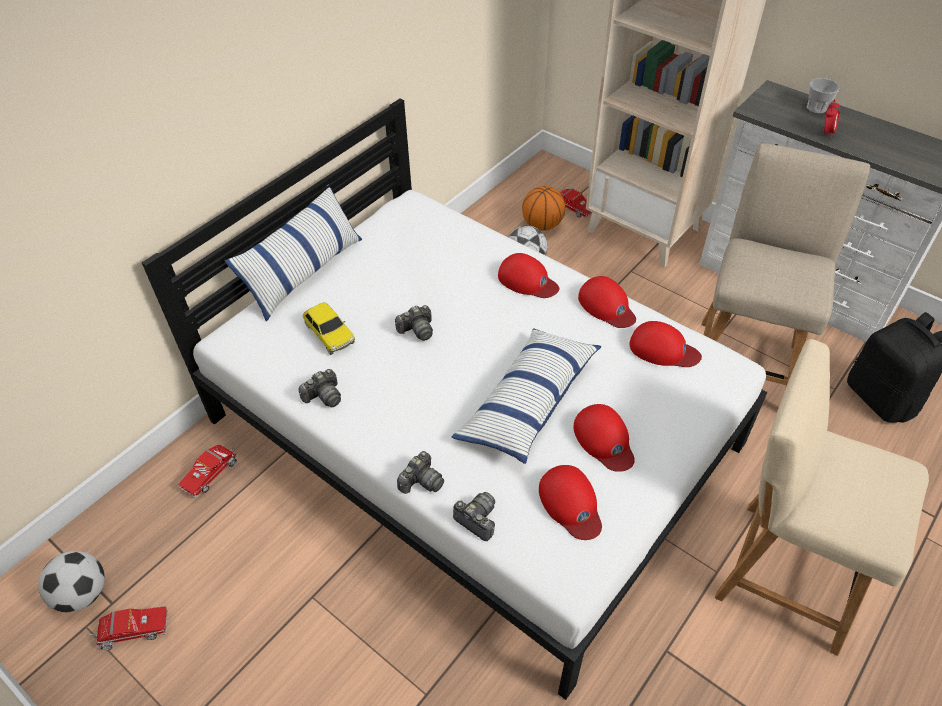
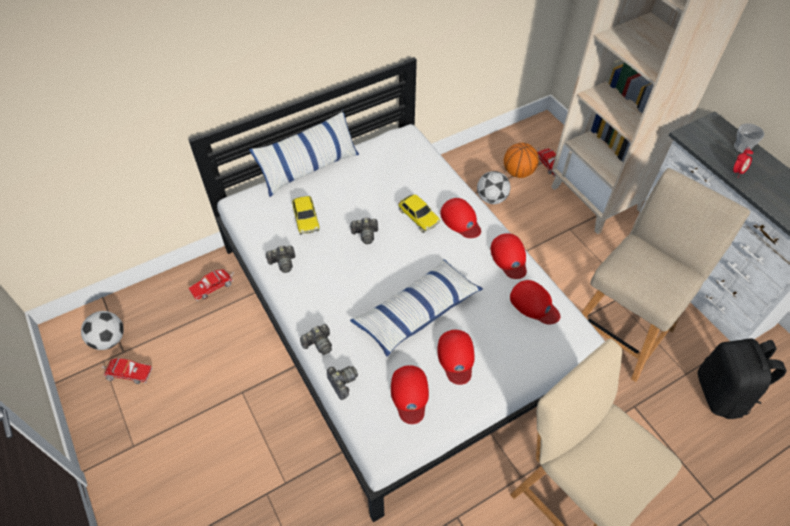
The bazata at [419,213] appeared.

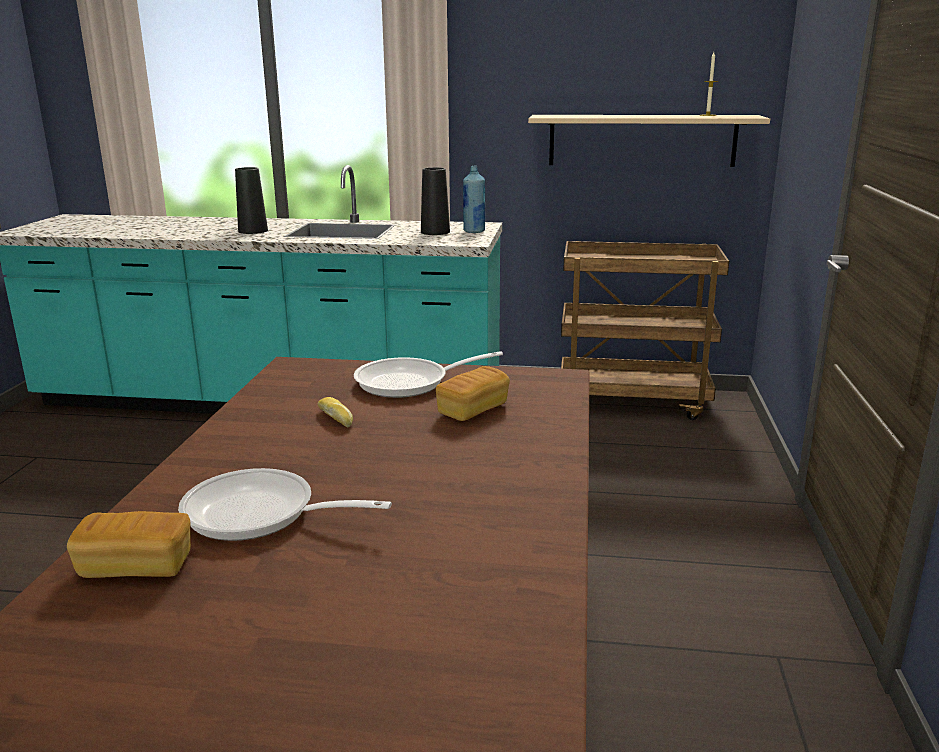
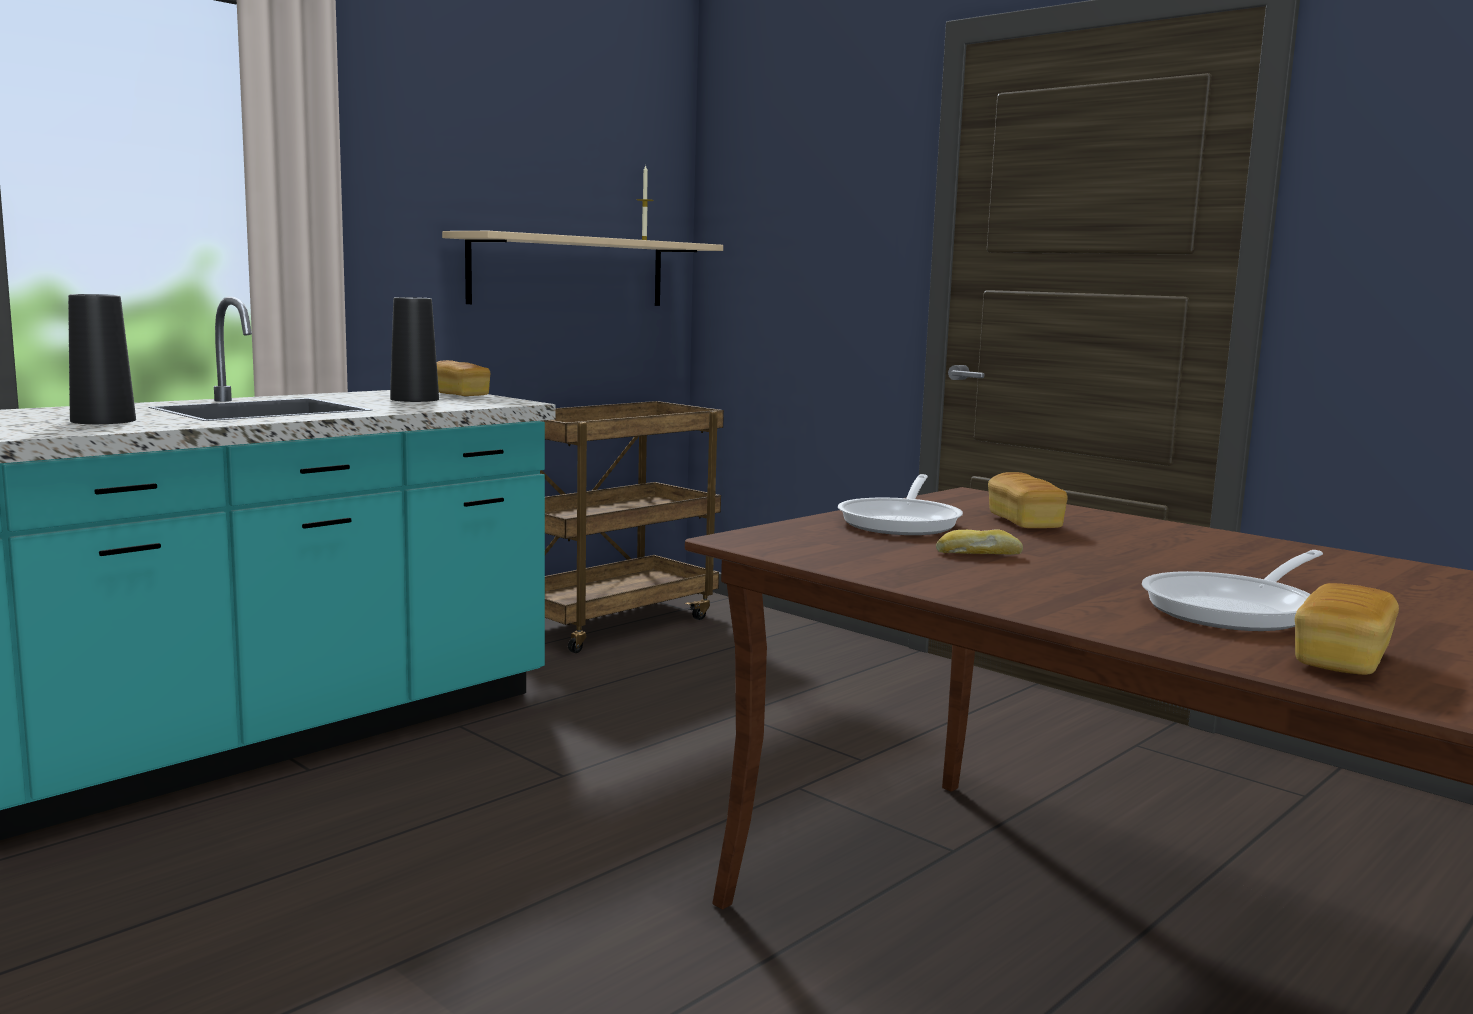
The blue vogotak at [474,199] was replaced by the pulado at [463,378].

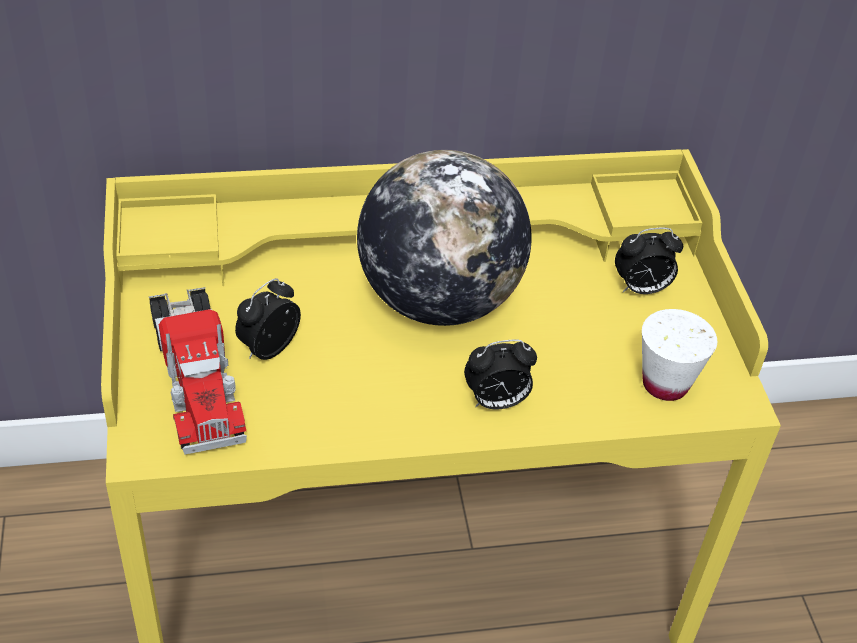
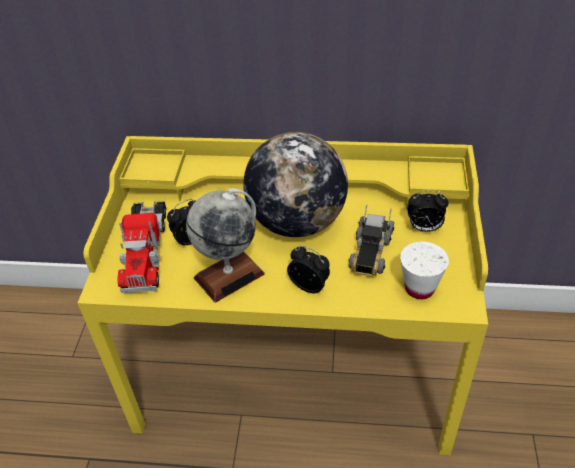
The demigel at [225,245] appeared.
The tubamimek at [500,375] turned 150 degrees counterclockwise.
The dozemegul at [371,240] appeared.

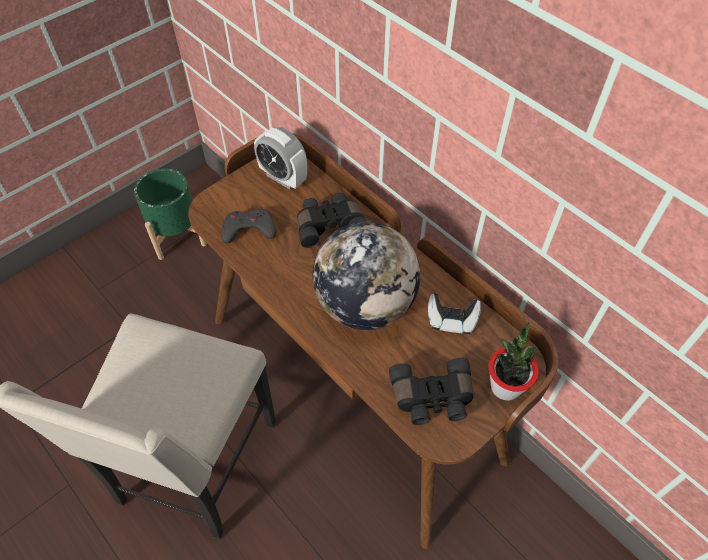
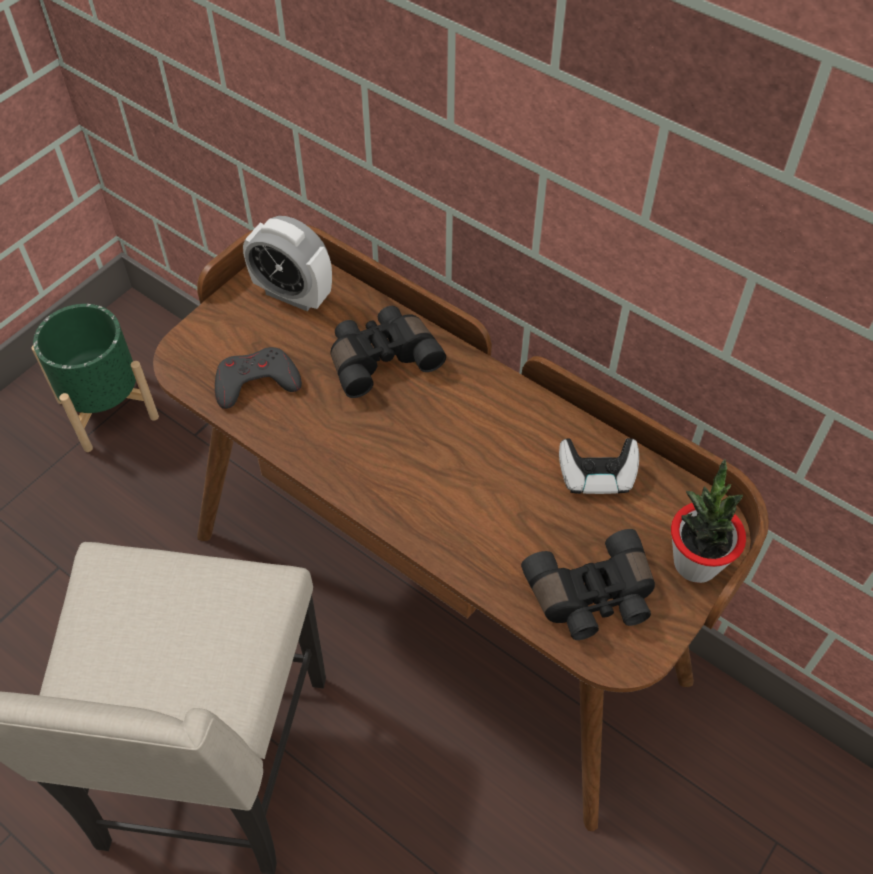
The demigel at [366,275] disappeared.

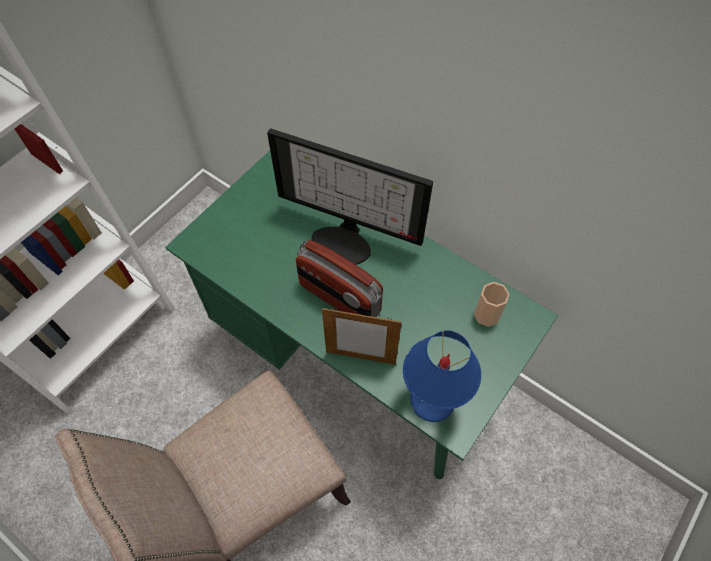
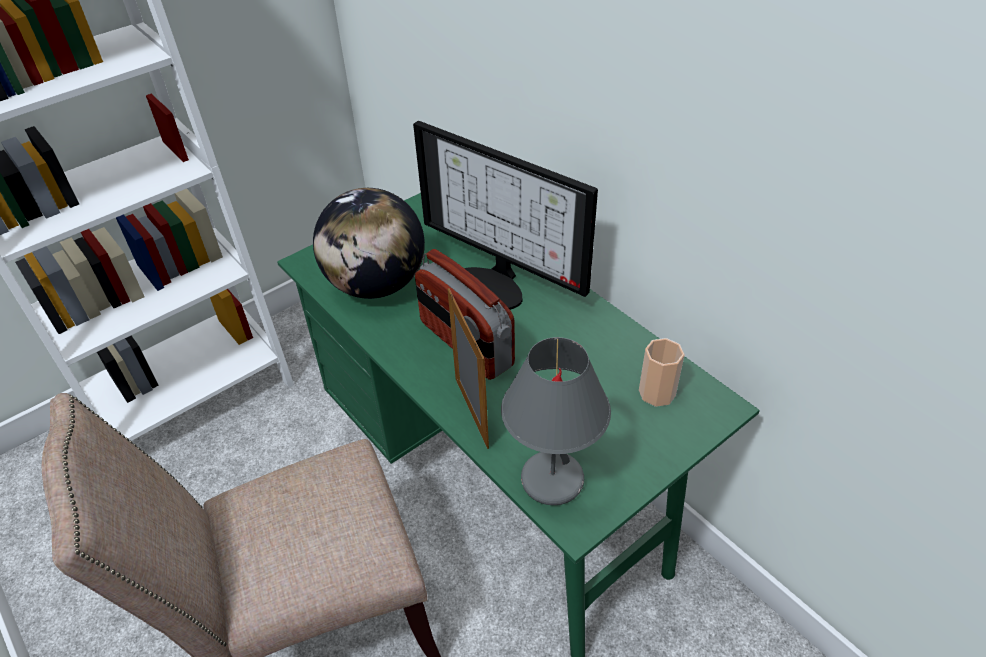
The demigel at [369,243] appeared.
The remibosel at [362,336] turned 135 degrees counterclockwise.
The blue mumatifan at [442,376] became the grey mumatifan at [556,421].

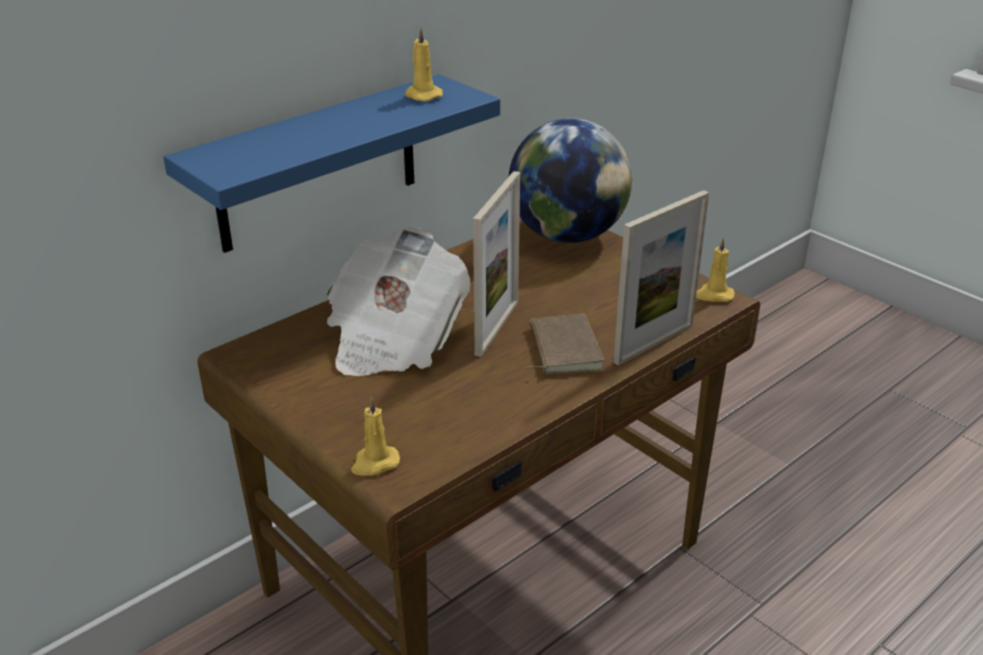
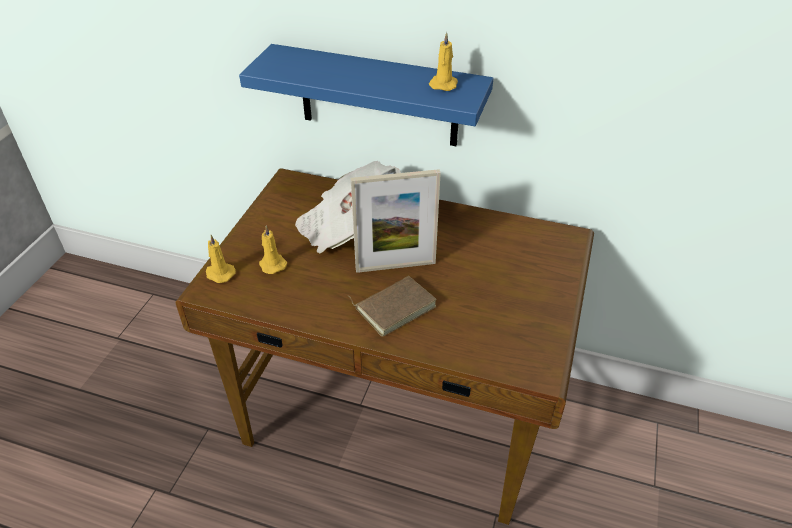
The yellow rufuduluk moved from [715,270] to [273,250].
The demigel at [570,180] disappeared.
The remibosel at [661,278] disappeared.

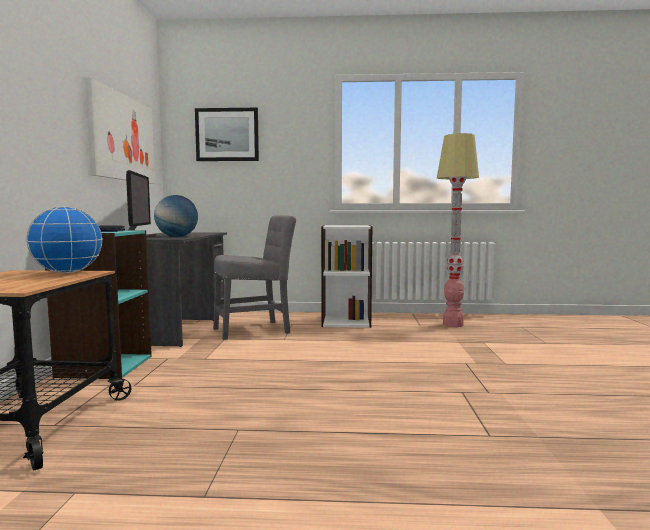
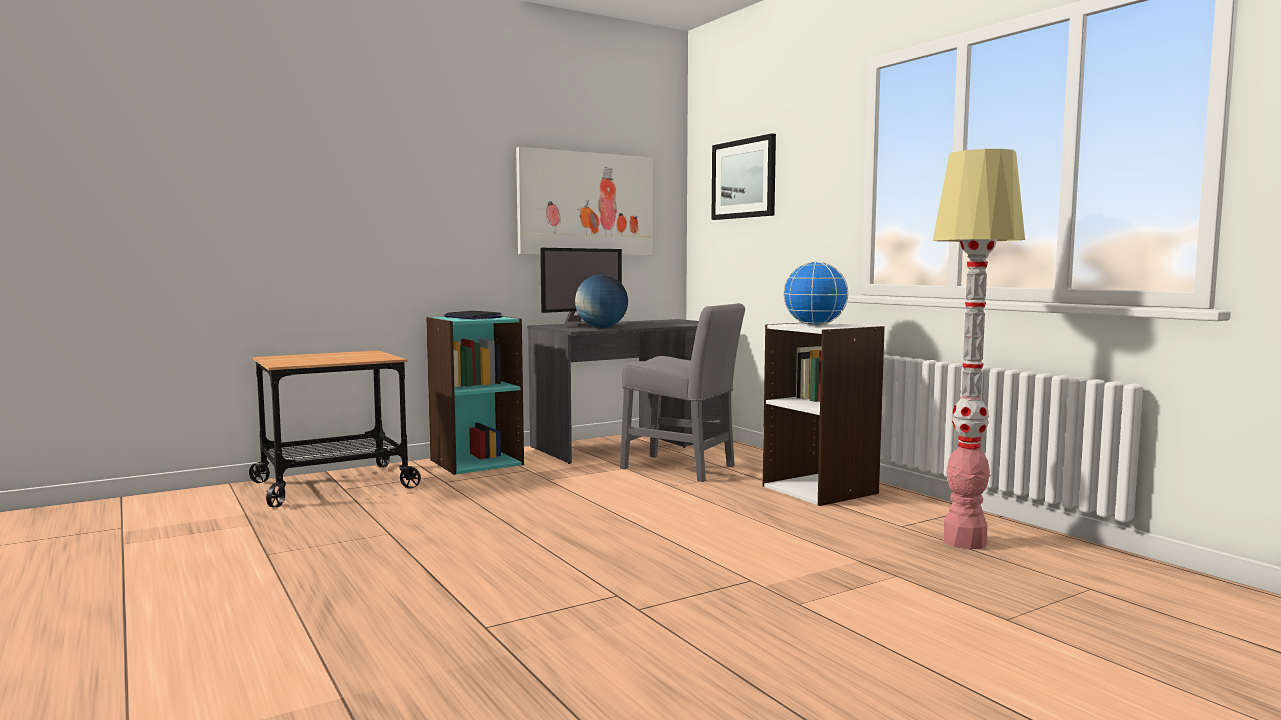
The demigel moved from [64,239] to [815,294].

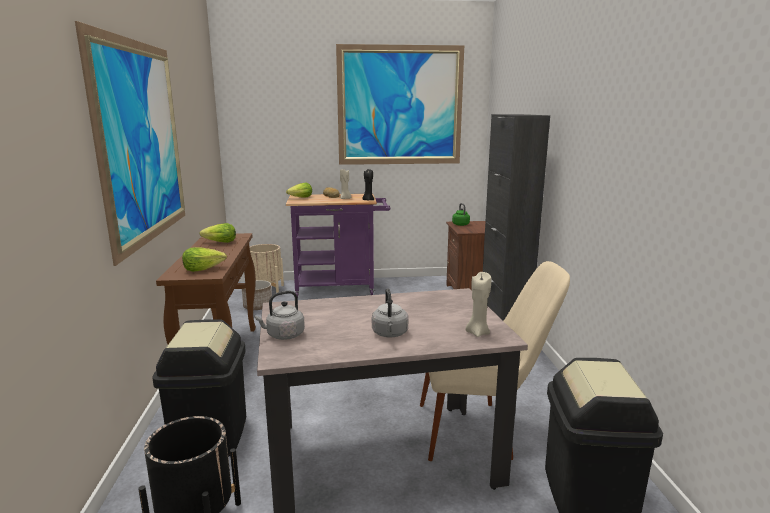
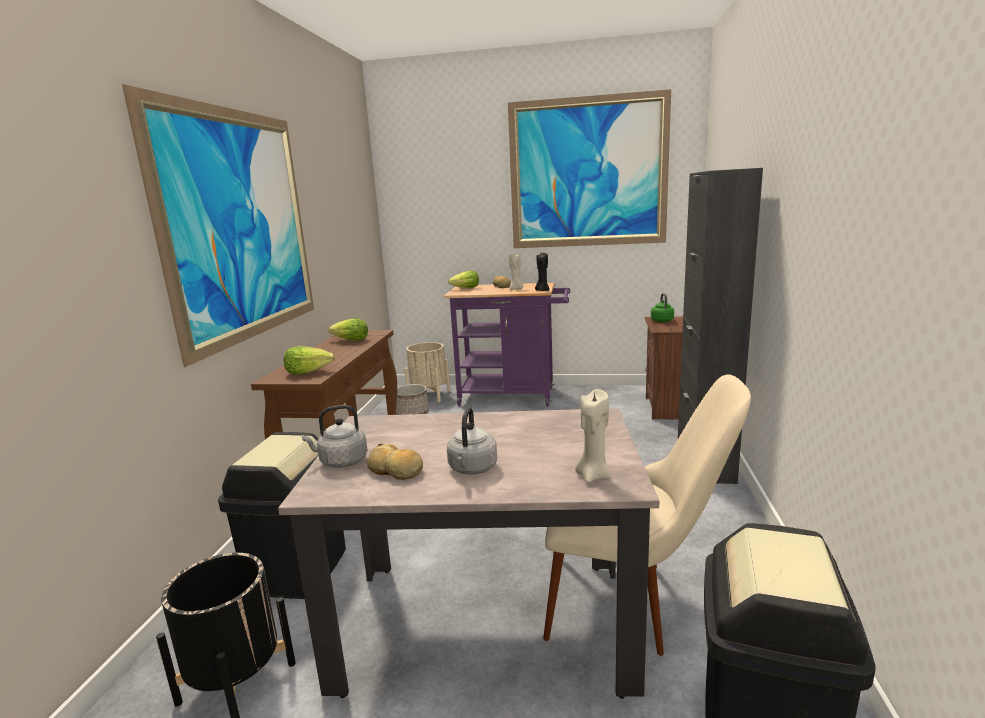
The pulado at [395,461] appeared.

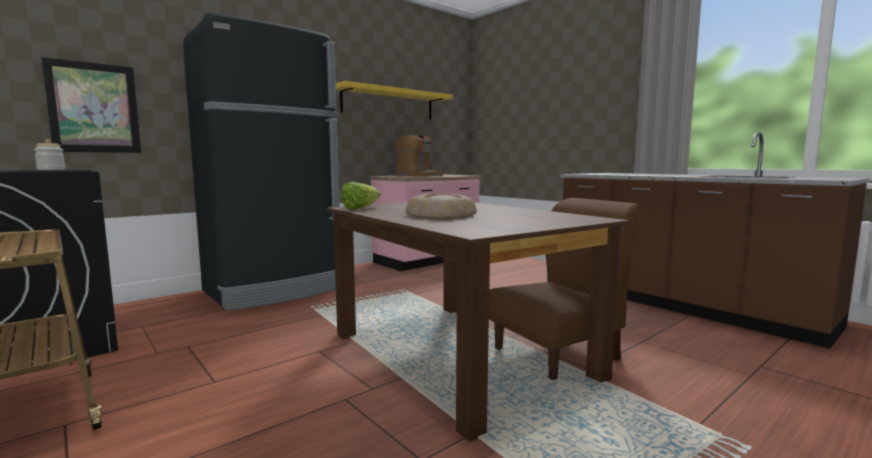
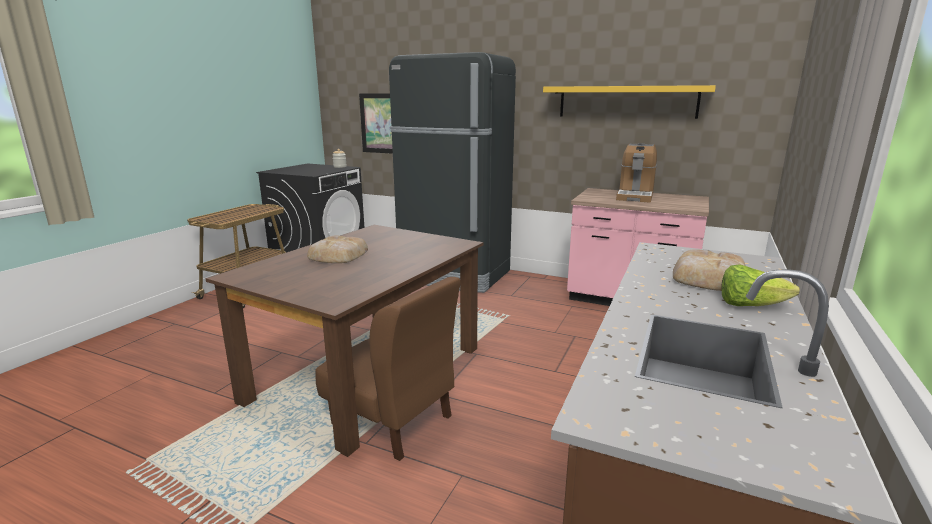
The pulado at [709,270] appeared.
The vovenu moved from [361,195] to [760,285].

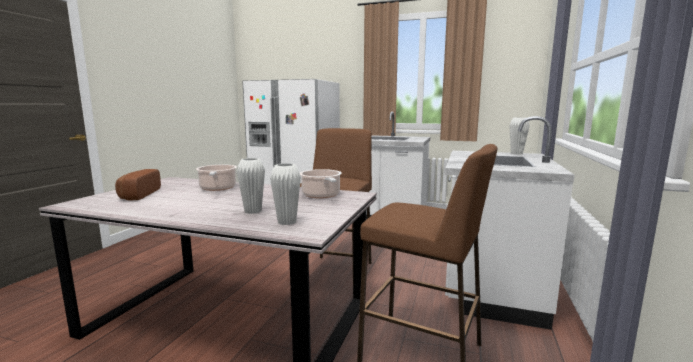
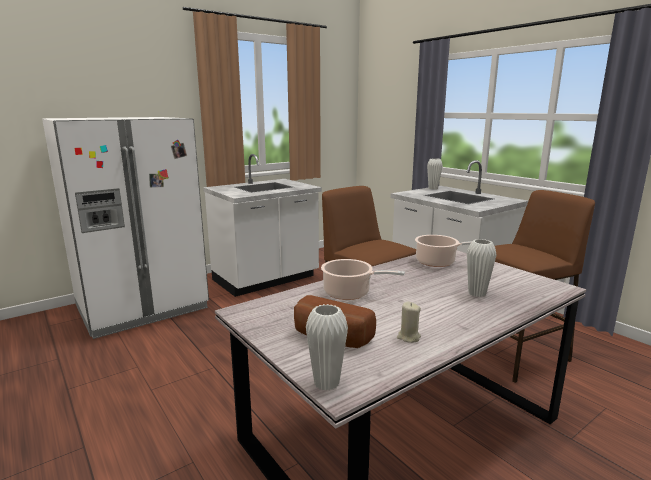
The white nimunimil moved from [285,194] to [327,347].
The beige rufuduluk at [409,322] appeared.

